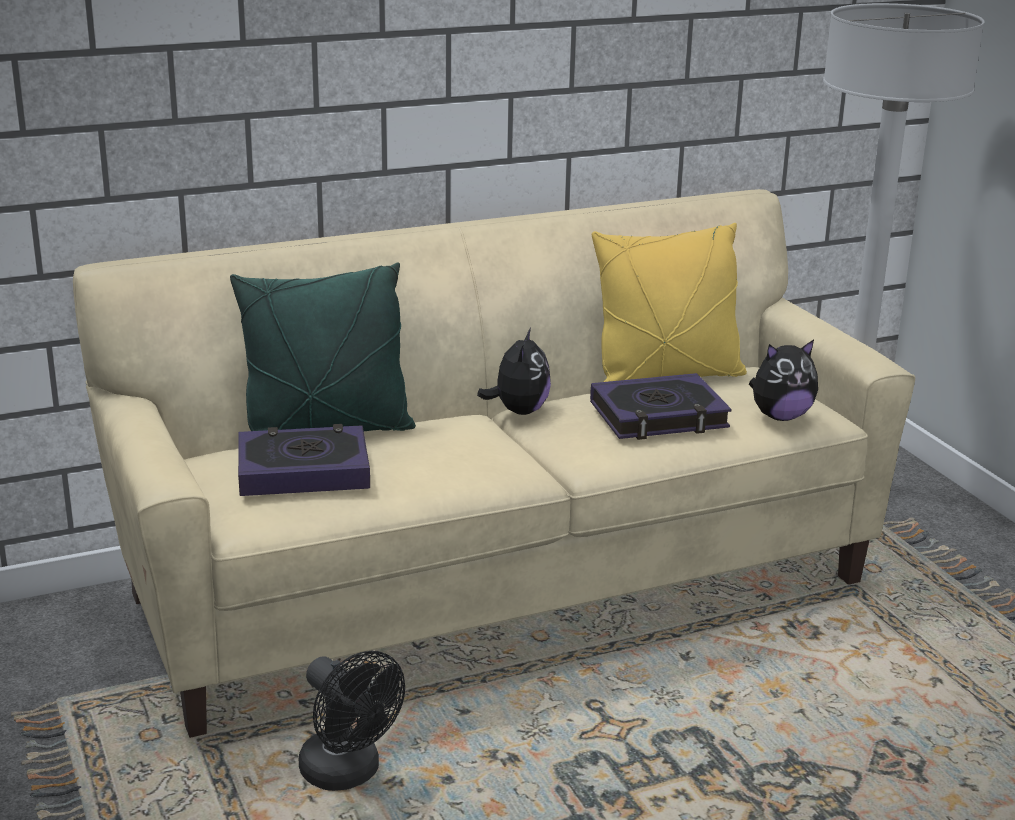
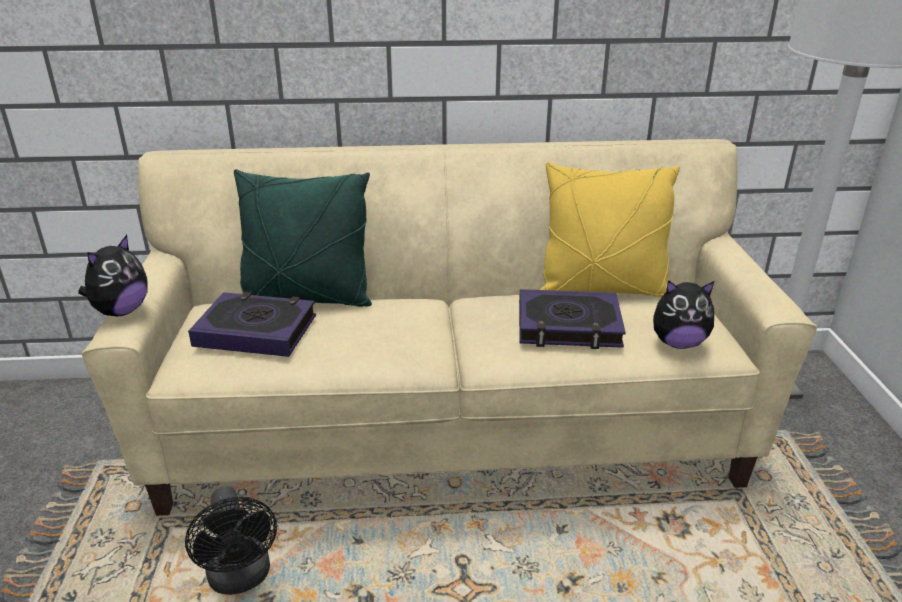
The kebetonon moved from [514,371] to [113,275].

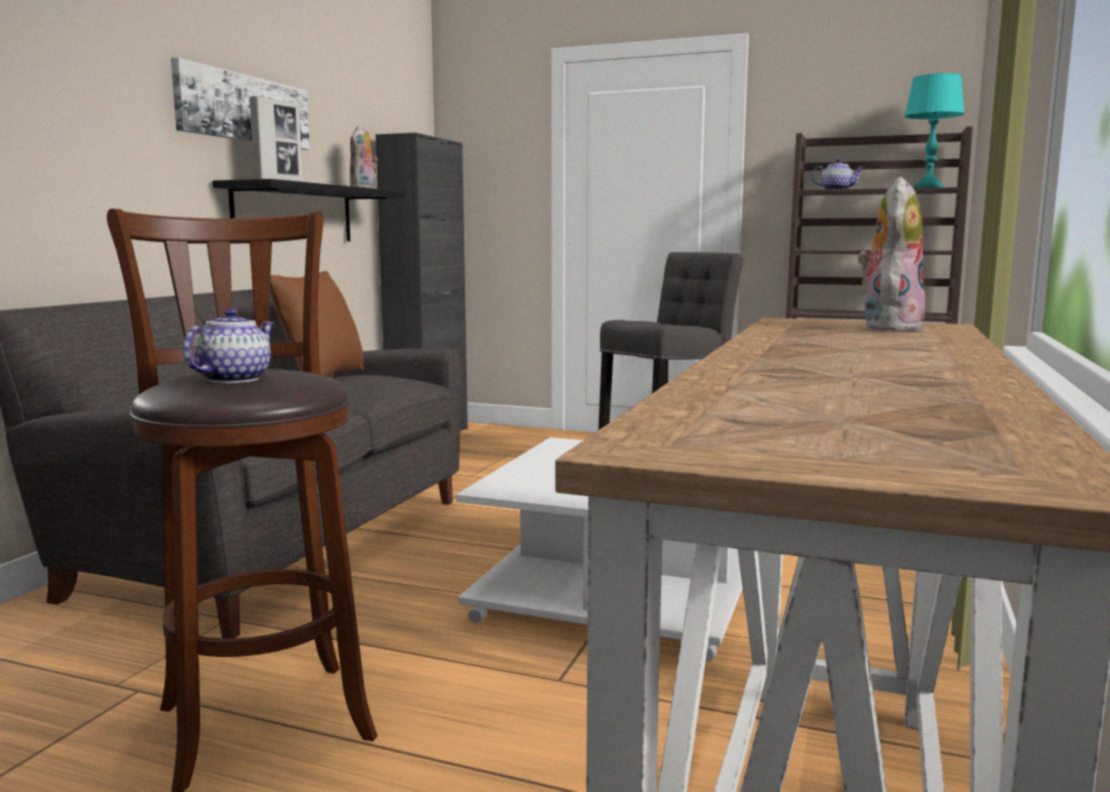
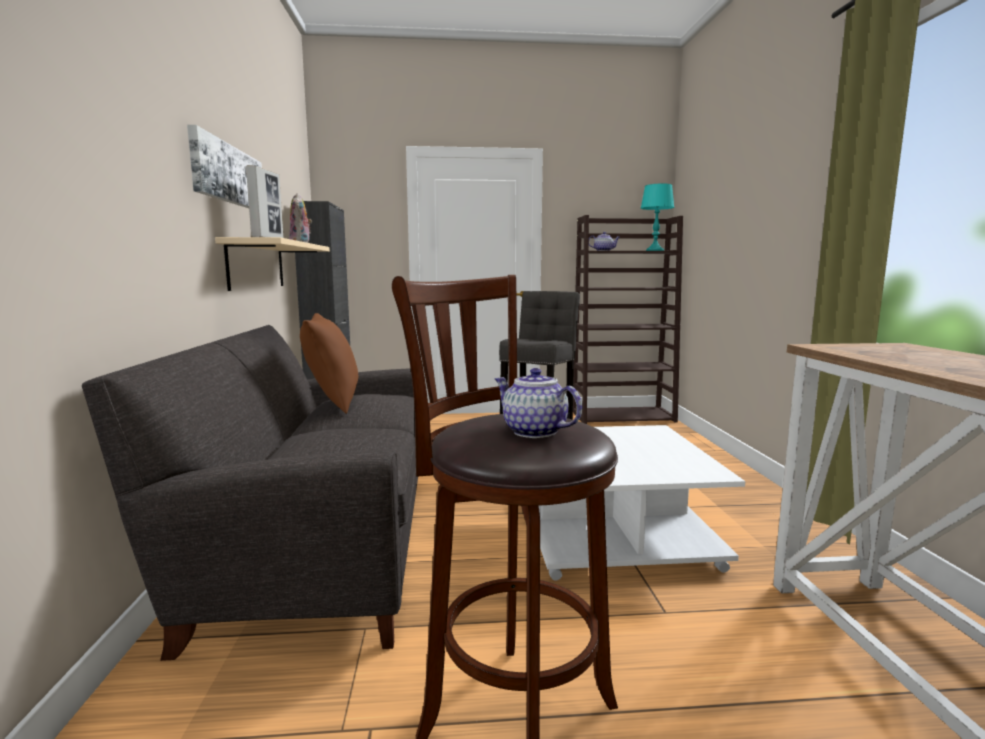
The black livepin at [309,210] became the beige livepin at [272,264].
The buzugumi at [228,346] turned 45 degrees counterclockwise.
The kebetonon at [891,254] disappeared.

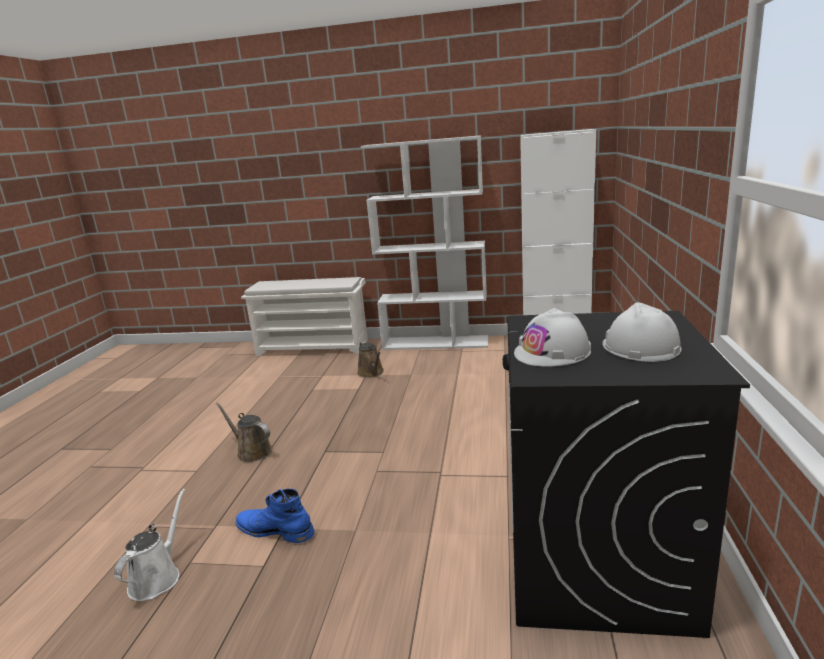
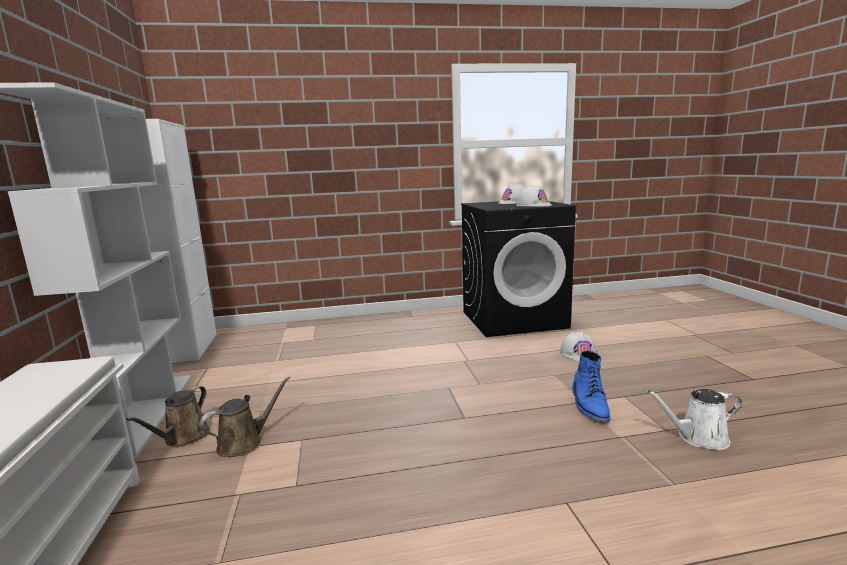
The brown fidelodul moved from [244,432] to [168,416].
The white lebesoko at [579,346] appeared.

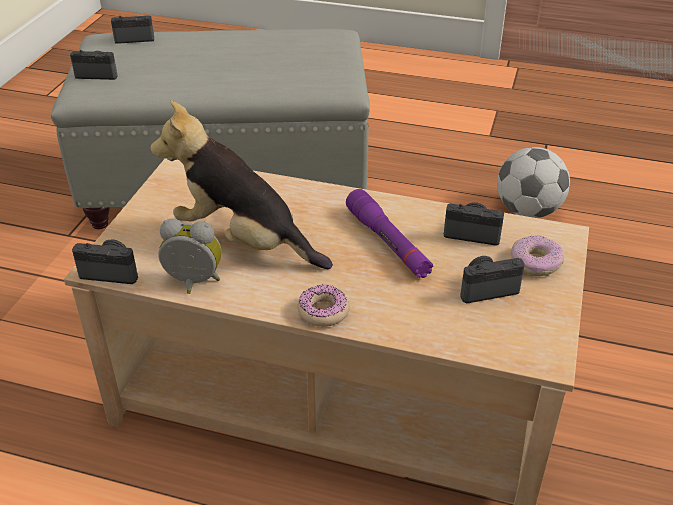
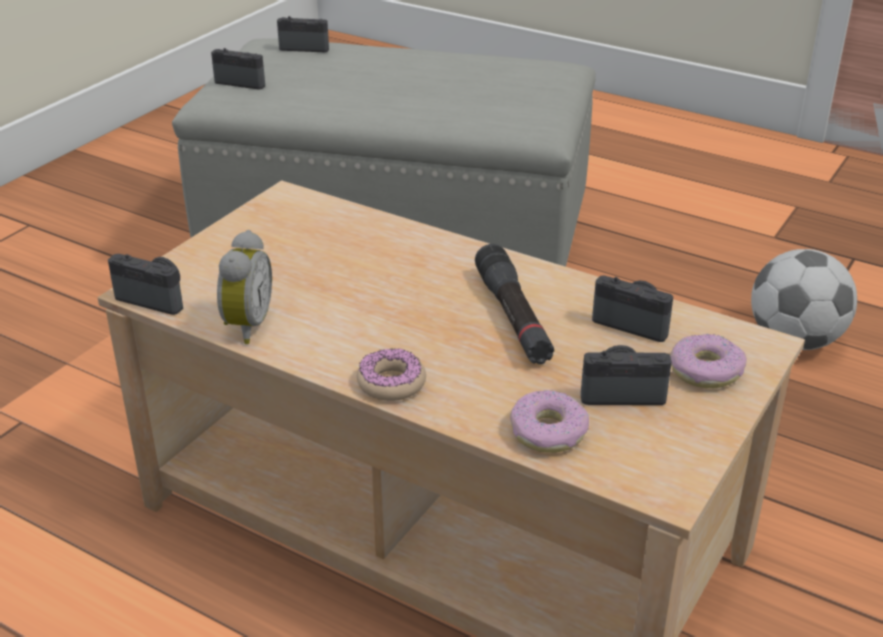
The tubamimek at [189,256] turned 75 degrees clockwise.
The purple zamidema at [389,233] became the black zamidema at [514,304].
The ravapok at [549,421] appeared.
The kebetonon at [241,184] disappeared.

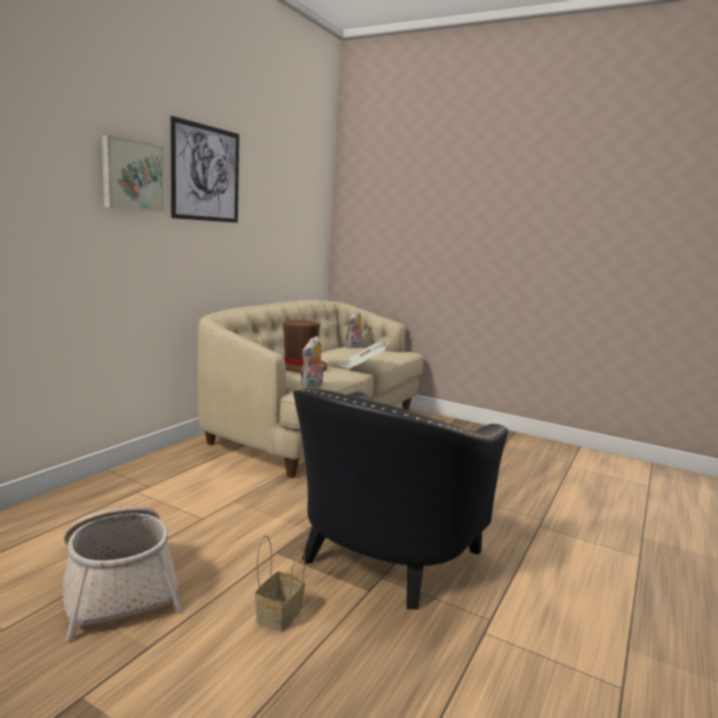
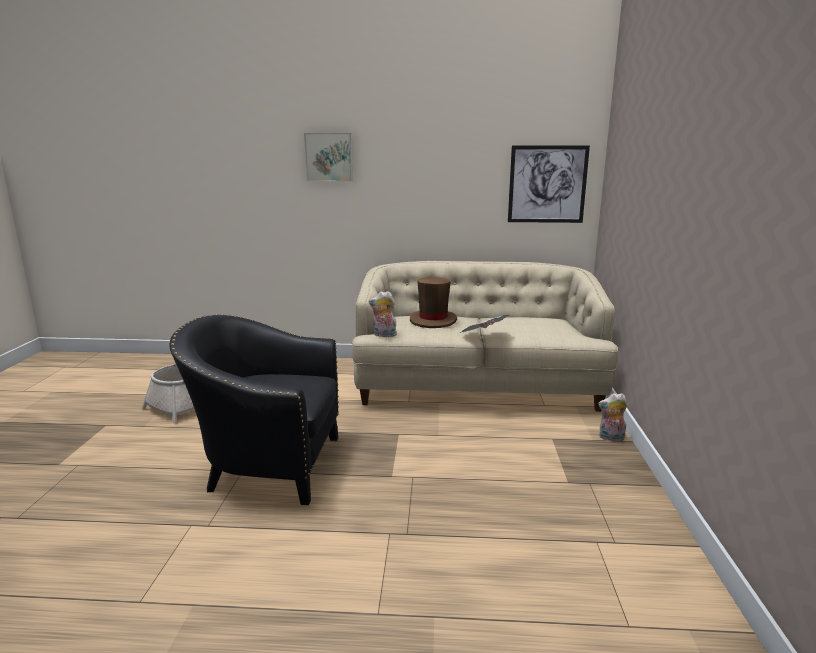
The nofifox moved from [204,169] to [549,184].
The kebetonon moved from [354,329] to [612,417].
The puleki at [280,584] disappeared.

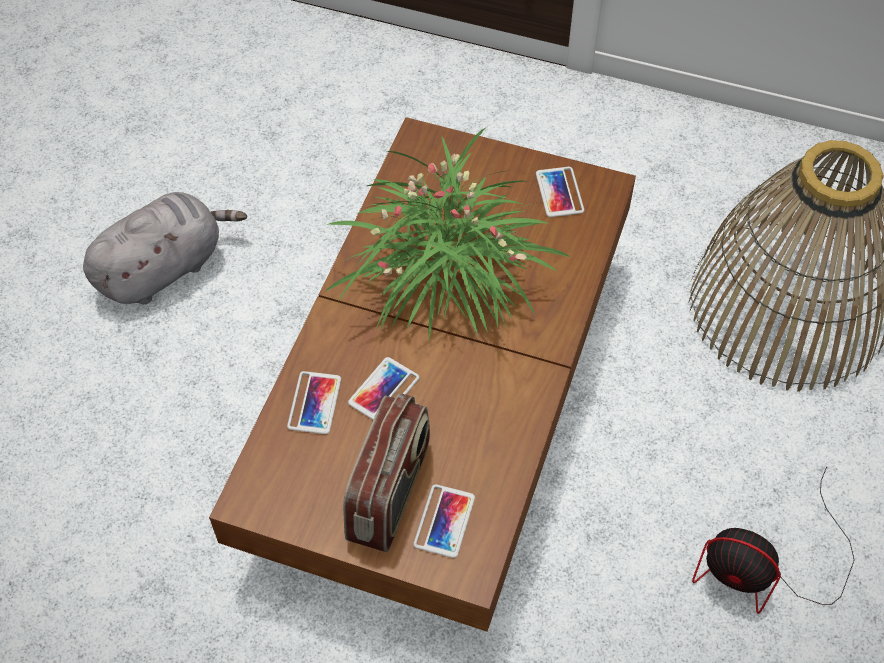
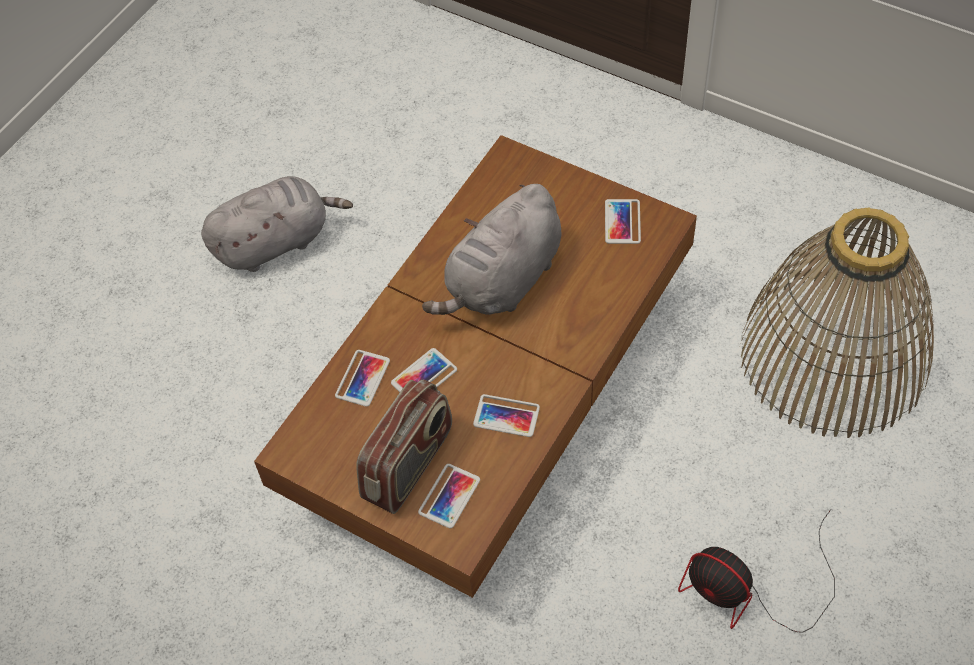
The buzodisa at [448,233] was replaced by the grey kebetonon at [491,249].
The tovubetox at [506,415] appeared.

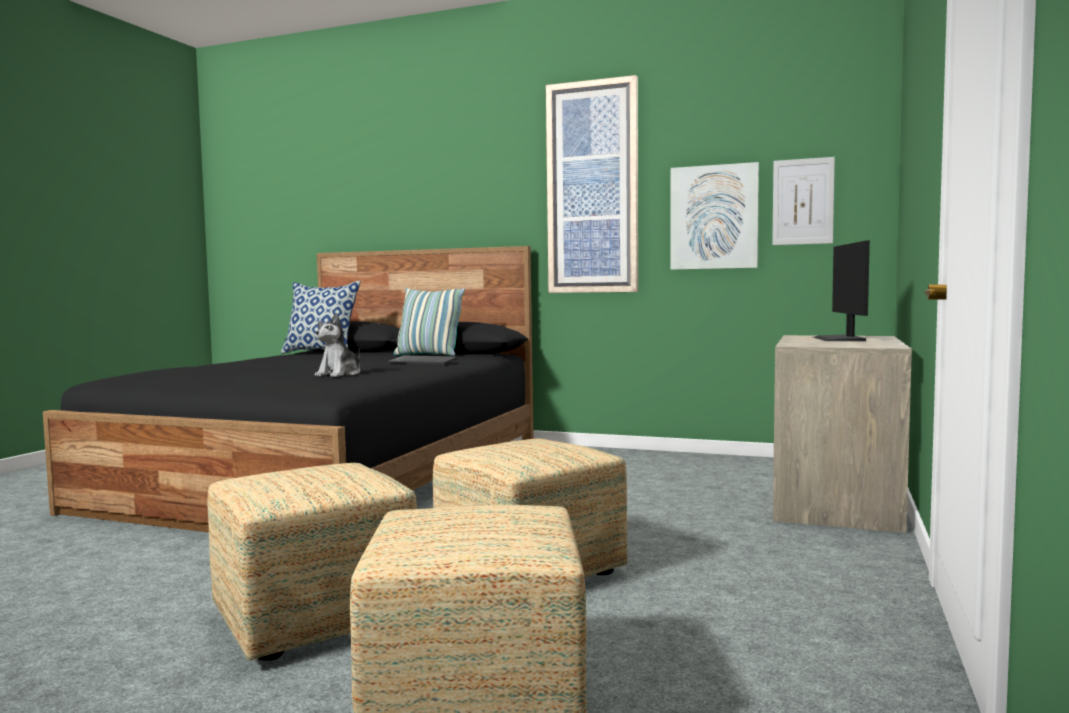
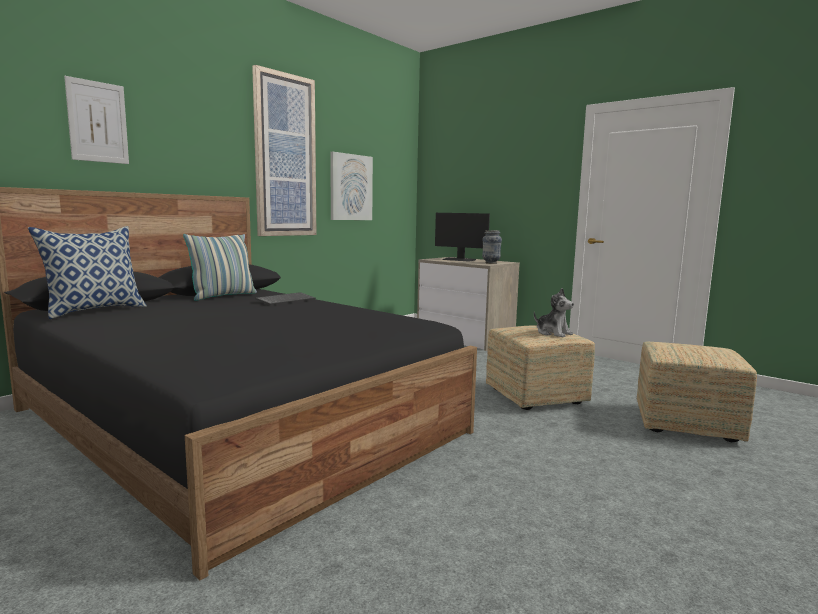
The nofifox moved from [803,201] to [96,120].
The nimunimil at [492,247] appeared.
The kebetonon moved from [337,345] to [554,313].
The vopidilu at [312,562] disappeared.

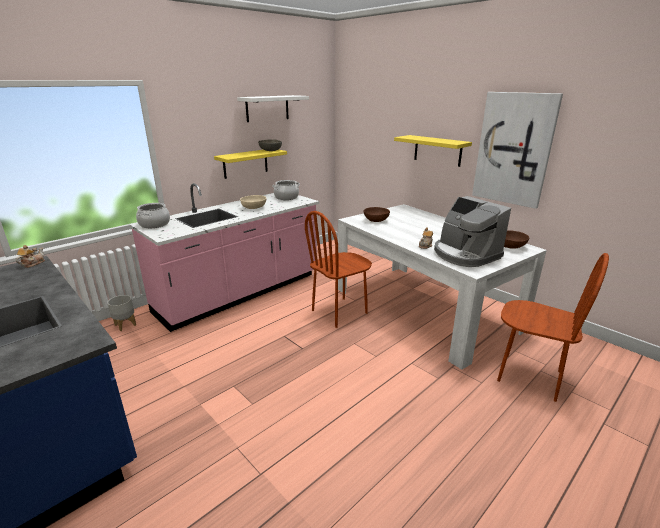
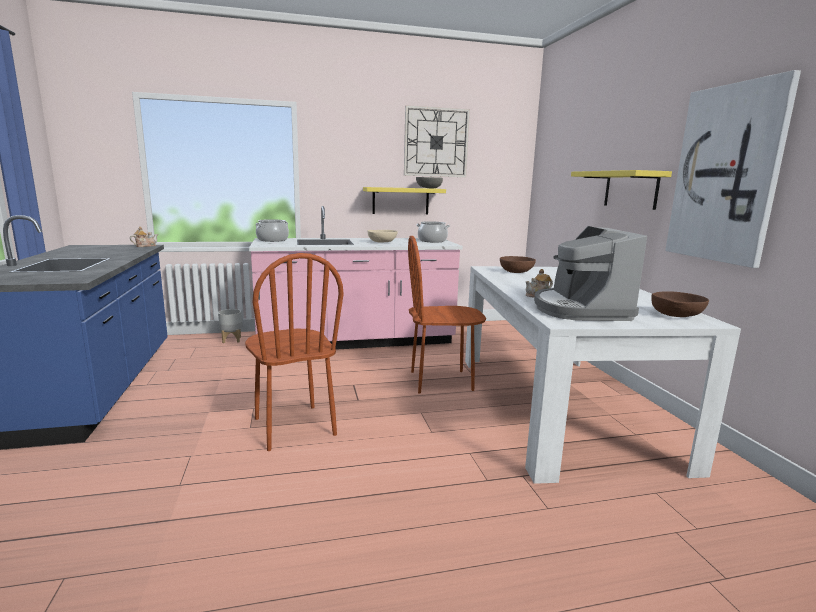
The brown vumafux moved from [553,327] to [294,352].
The white livepin at [273,108] was replaced by the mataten at [437,141].

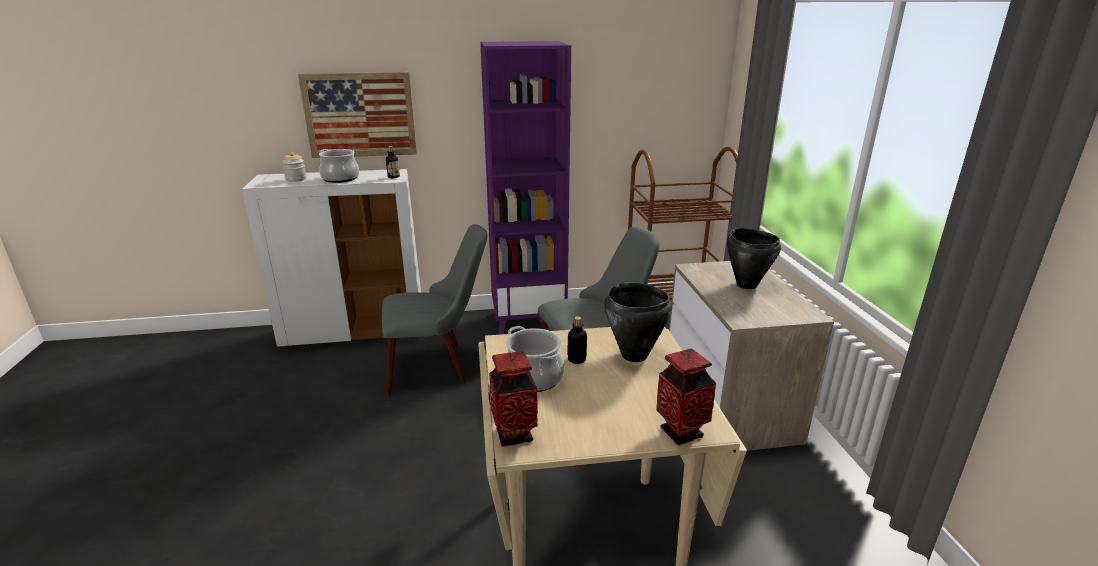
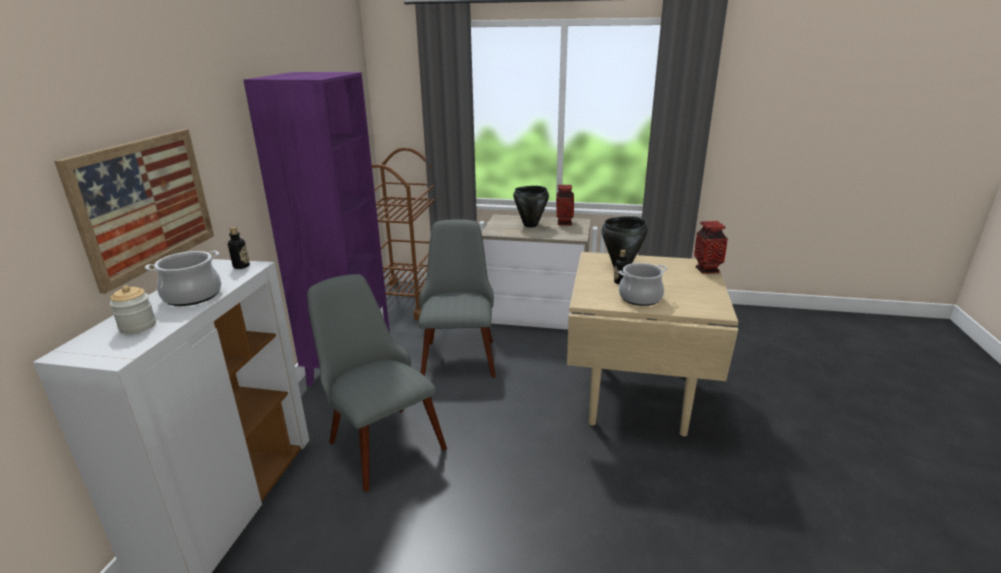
The grey vumafux at [434,309] turned 45 degrees counterclockwise.
The nimunimil moved from [513,399] to [565,205].

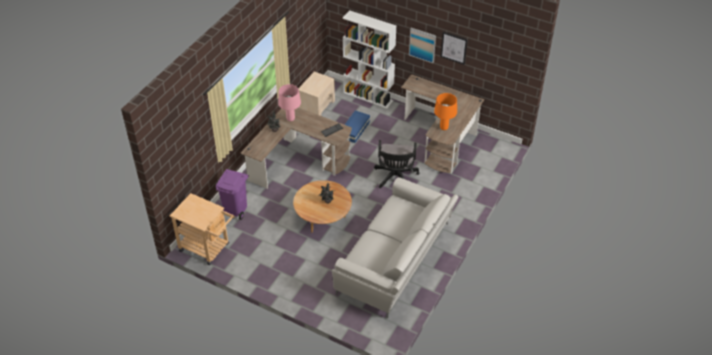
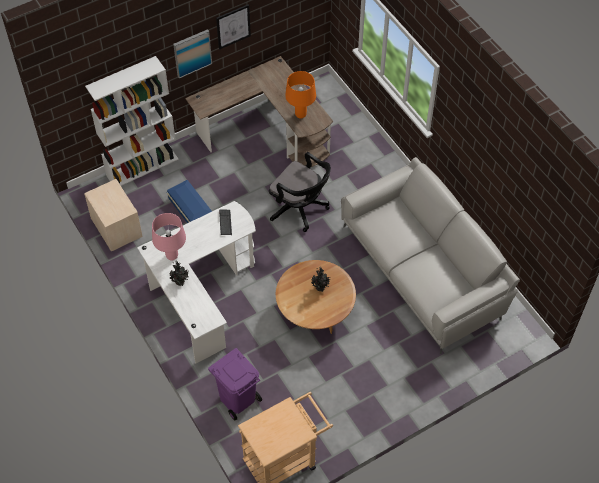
The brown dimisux at [296,148] became the white dimisux at [196,282].

